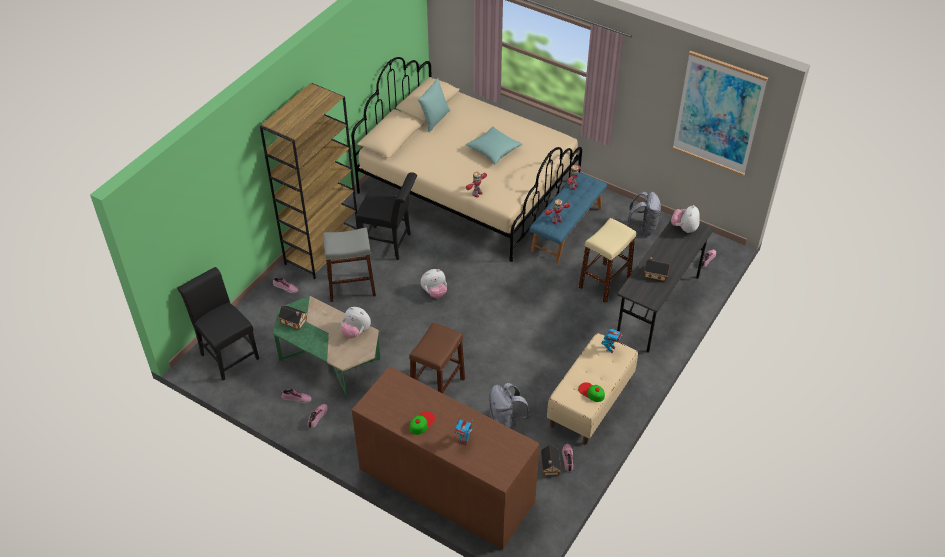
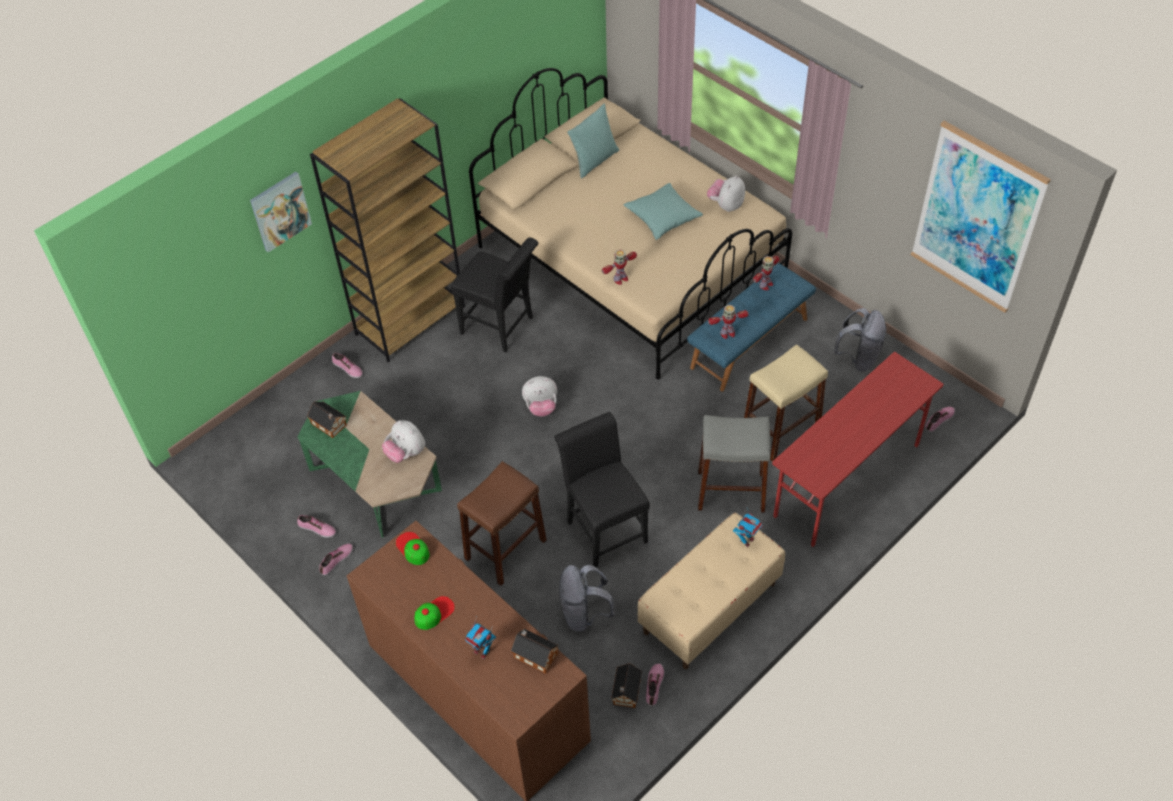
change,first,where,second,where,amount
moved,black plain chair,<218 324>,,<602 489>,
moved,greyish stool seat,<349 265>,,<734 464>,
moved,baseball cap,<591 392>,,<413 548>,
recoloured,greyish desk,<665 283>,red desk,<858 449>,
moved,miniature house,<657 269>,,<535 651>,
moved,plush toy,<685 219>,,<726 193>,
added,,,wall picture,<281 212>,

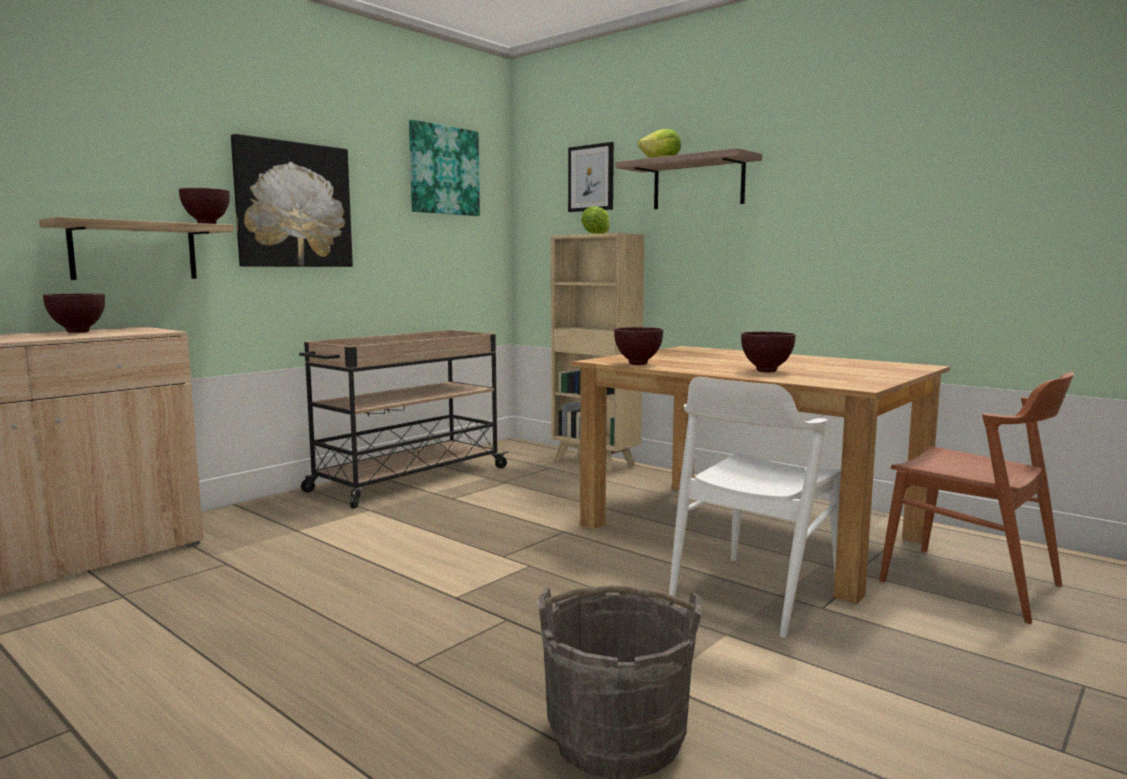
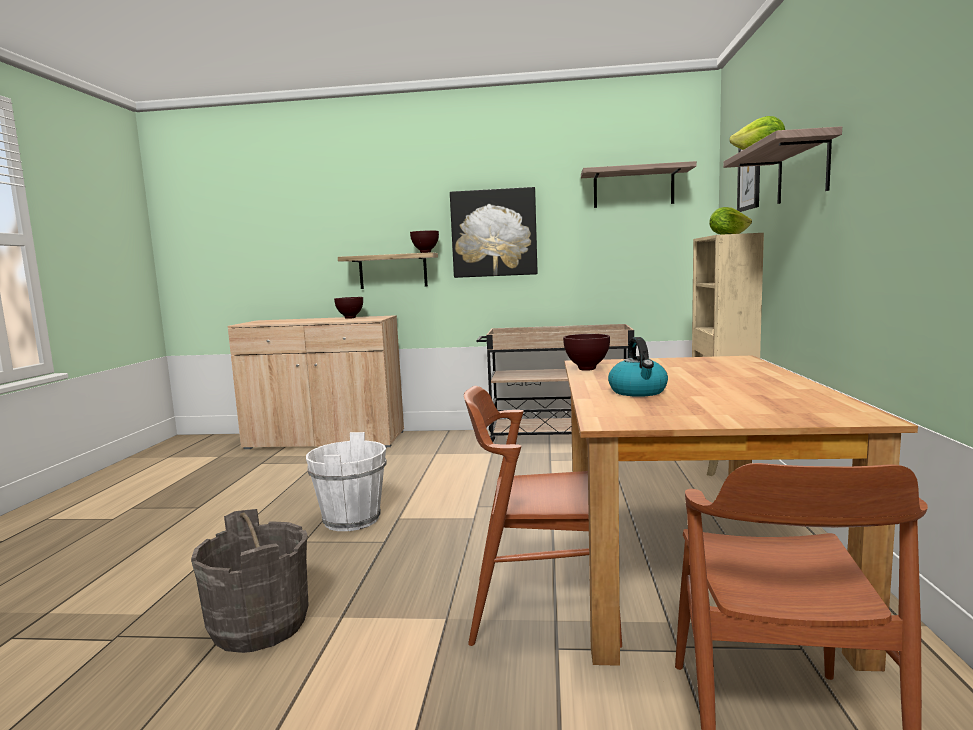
change,first,where,second,where,amount
replaced,wall picture,<444 168>,bracket shelf,<639 184>,
recoloured,whitish plain chair,<755 507>,brownish plain chair,<543 517>,
replaced,brownish deep dish,<768 351>,kettle,<638 367>,
added,,,whitish water bucket,<346 481>,

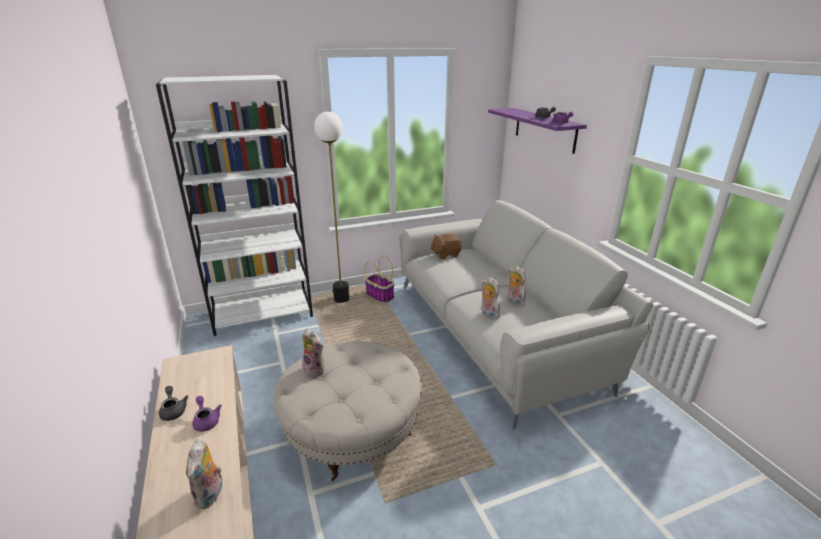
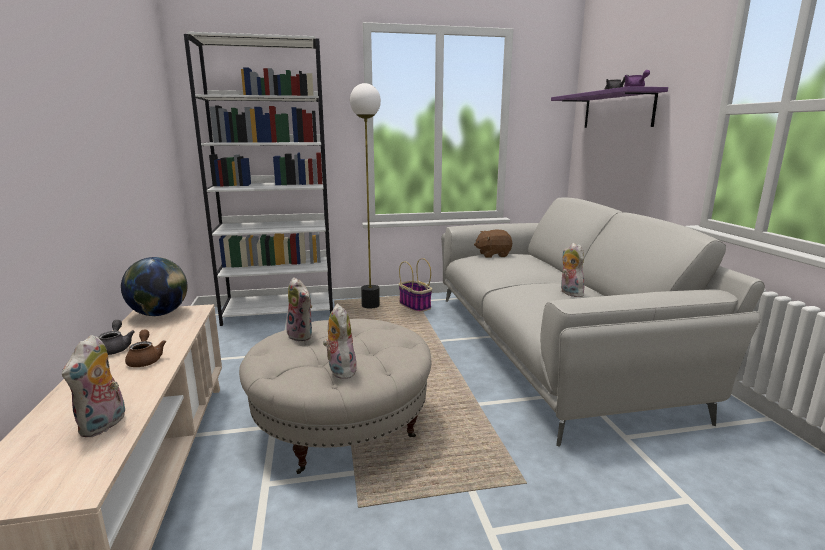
change,first,where,second,where,amount
recoloured,purplish teapot,<207 414>,brownish teapot,<145 348>,
moved,plush toy,<491 298>,,<340 341>,
added,,,desk globe,<154 286>,

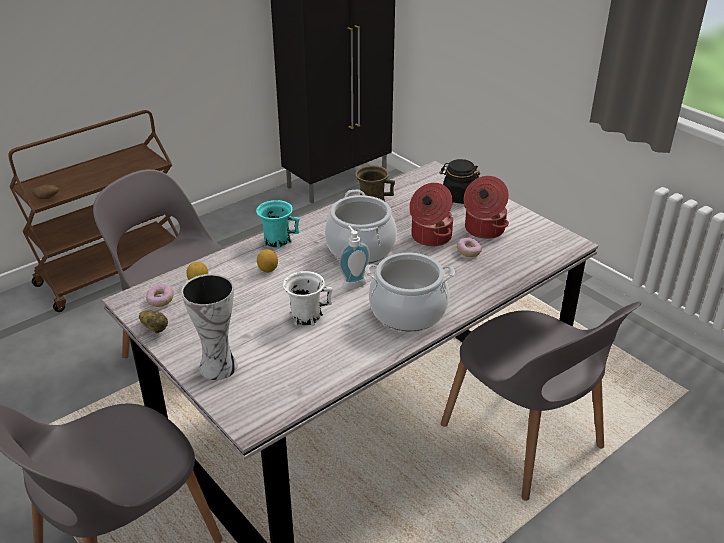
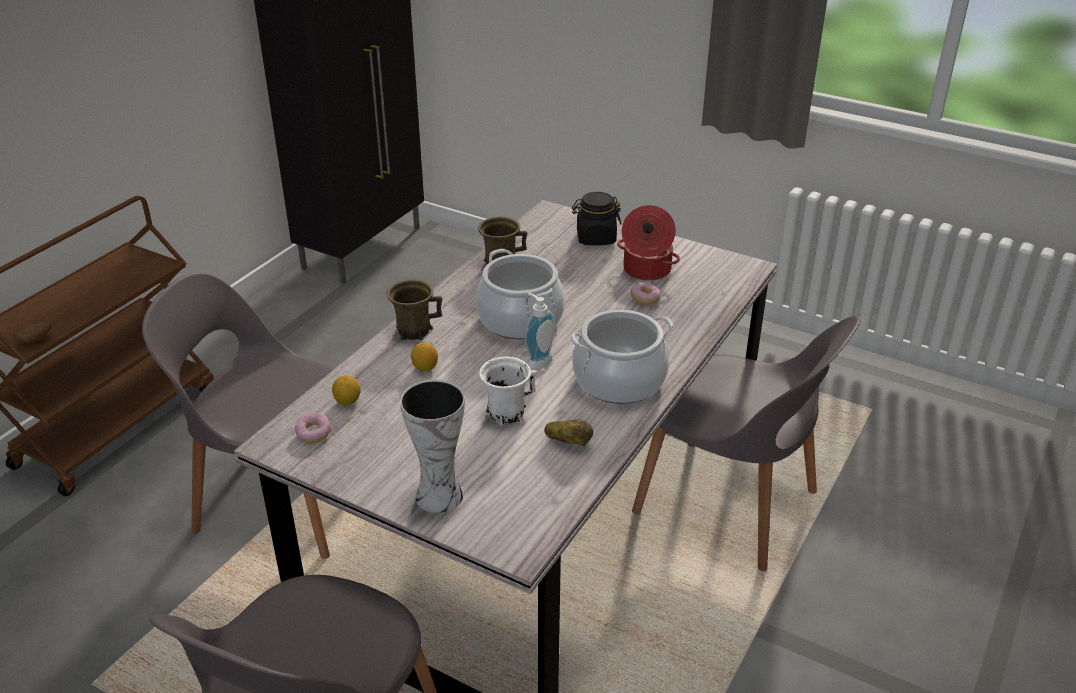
change,first,where,second,where,amount
moved,whole potato,<153 322>,,<568 433>,
recoloured,blue-green tea mug,<277 224>,brownish tea mug,<414 309>,
removed,saucepot,<431 214>,,,

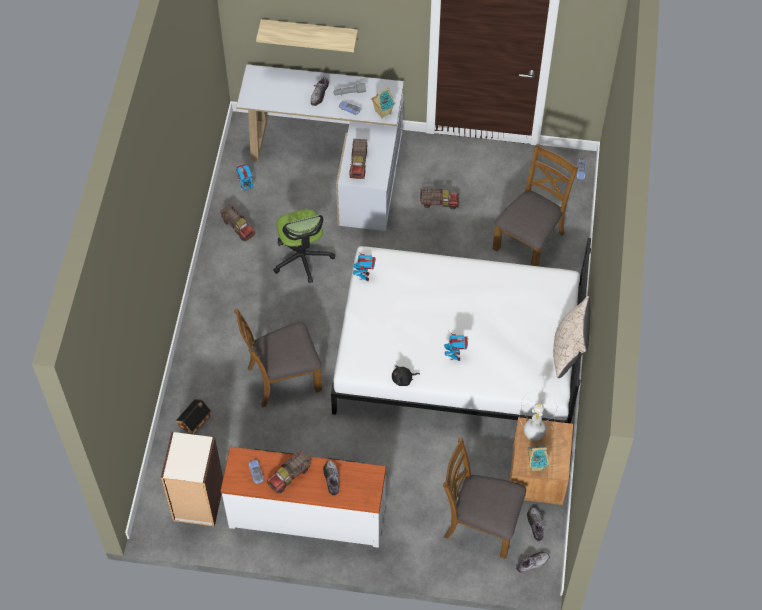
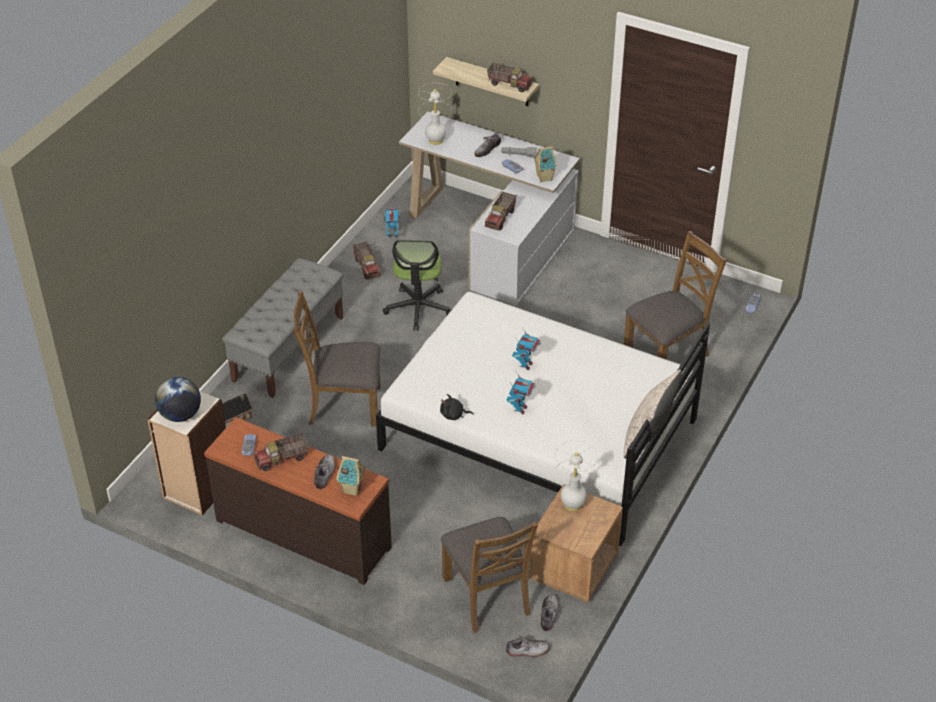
change,first,where,second,where,amount
recoloured,whitish drawer chest,<303 497>,brownish drawer chest,<298 501>,
moved,toy robot,<364 265>,,<526 348>,
moved,toy lorry,<439 198>,,<510 77>,
turned,brownish plain chair,<484 498>,,<489 575>,150 degrees counterclockwise
moved,miniature house,<538 459>,,<351 476>,
added,,,desk globe,<178 399>,
added,,,greyish bench,<282 328>,
added,,,whitish table lamp,<435 114>,

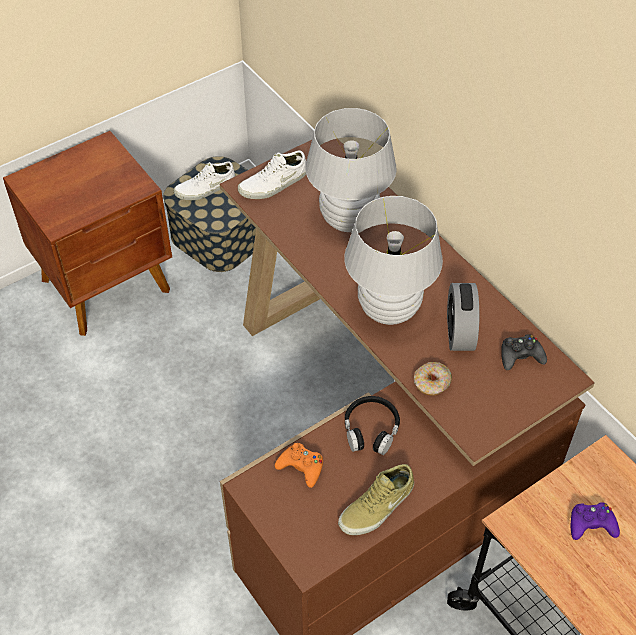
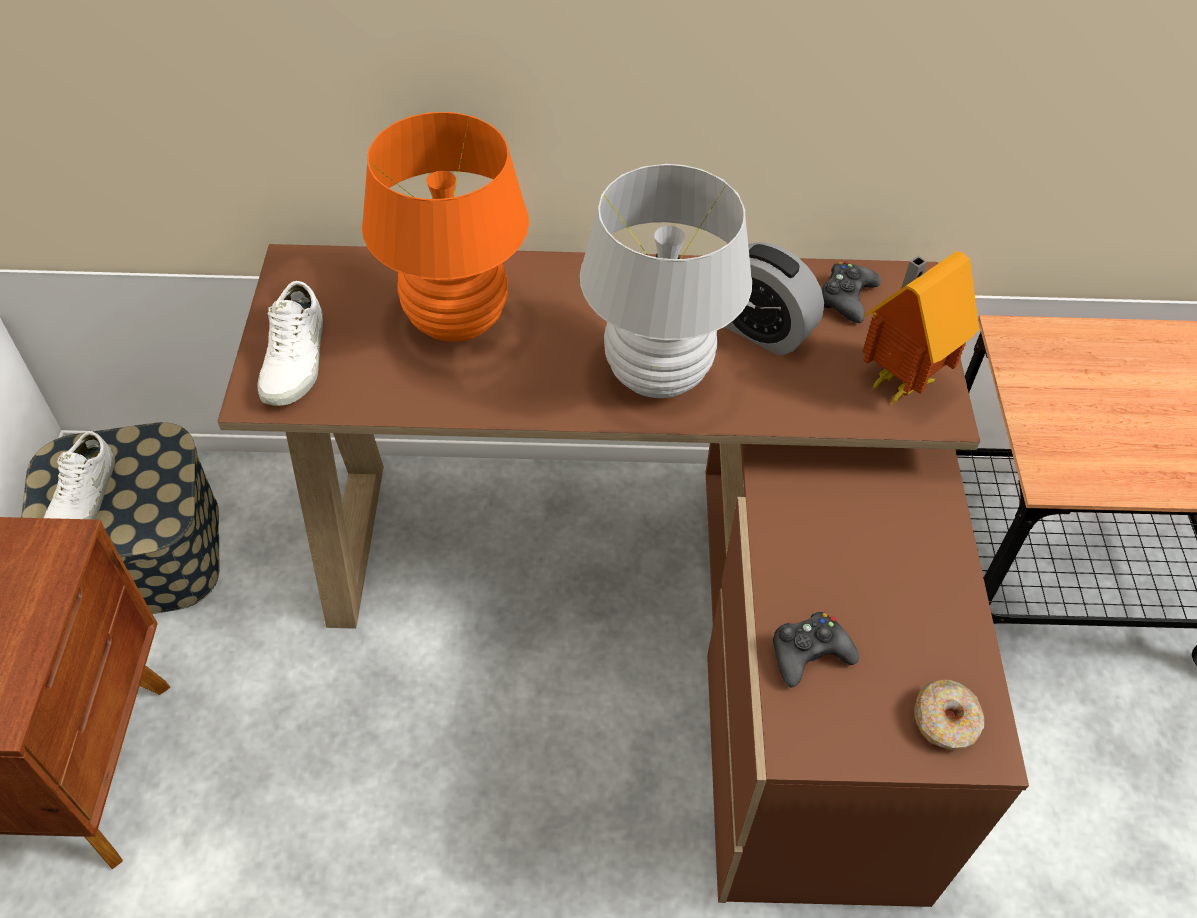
change,first,where,second,where,amount
recoloured,orange-coloured game controller,<299 465>,black game controller,<816 649>,
recoloured,whitish table lamp,<351 170>,orange-coloured table lamp,<445 227>,
removed,beige low shoe,<376 499>,,,
removed,black headphones,<372 425>,,,
moved,doughnut,<433 379>,,<949 715>,
removed,purplish game controller,<595 521>,,,
added,,,miniature house,<921 328>,

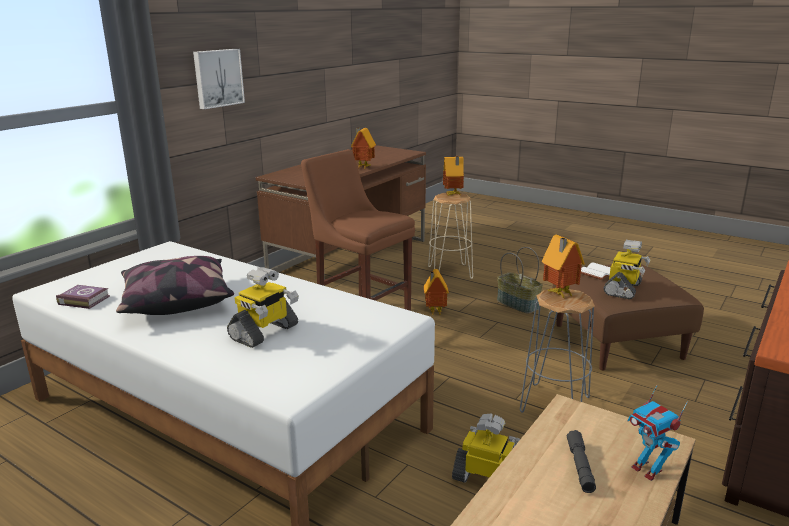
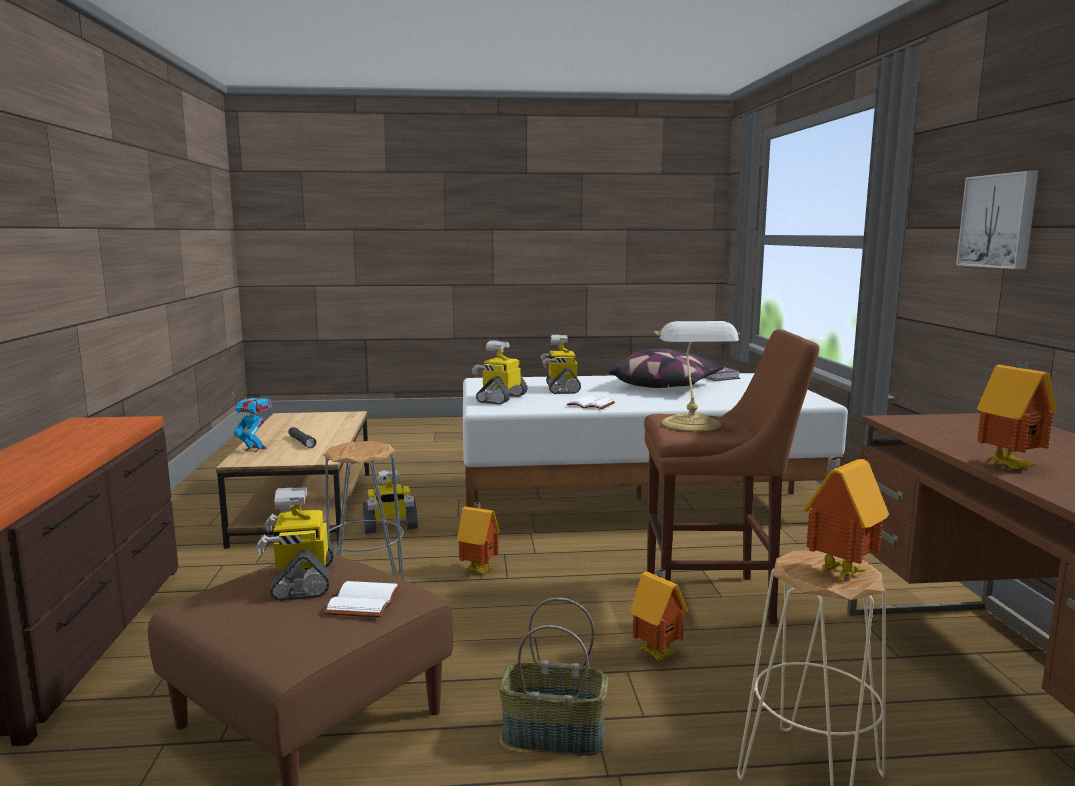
change,first,where,second,where,amount
moved,miniature house,<563 267>,,<478 538>,
added,,,toy robot,<500 372>,
added,,,whitish bound book,<590 402>,
added,,,table lamp,<697 376>,

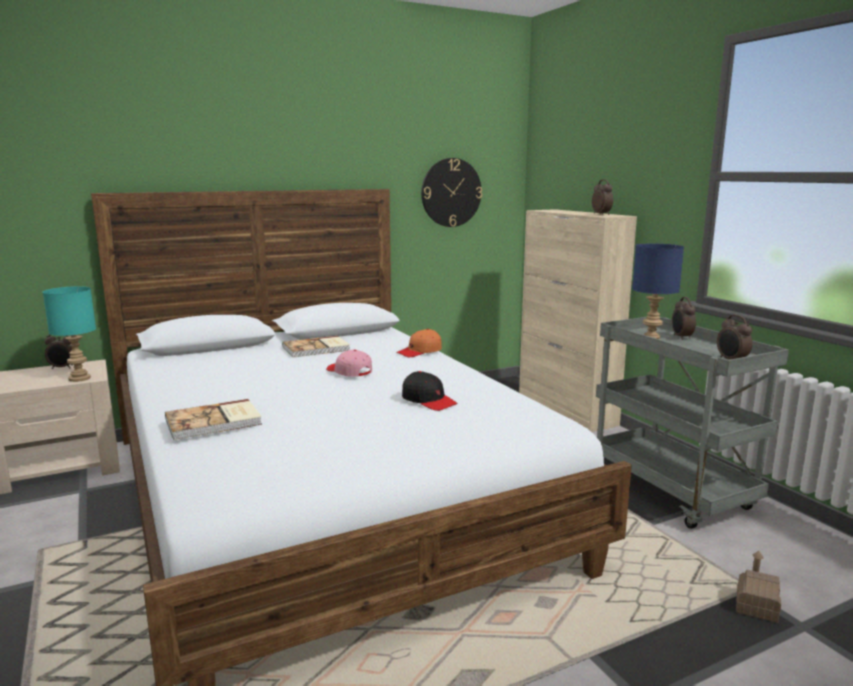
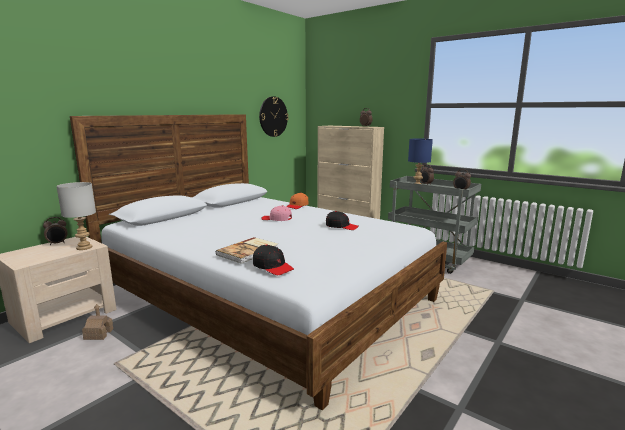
change,first,where,second,where,amount
recoloured,blue-green table lamp,<69 334>,greyish table lamp,<76 216>,
removed,bound book,<316 347>,,,
moved,miniature house,<758 587>,,<97 322>,
added,,,black baseball cap,<273 259>,

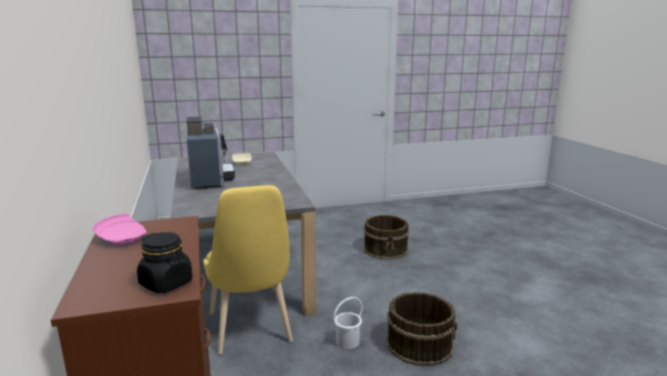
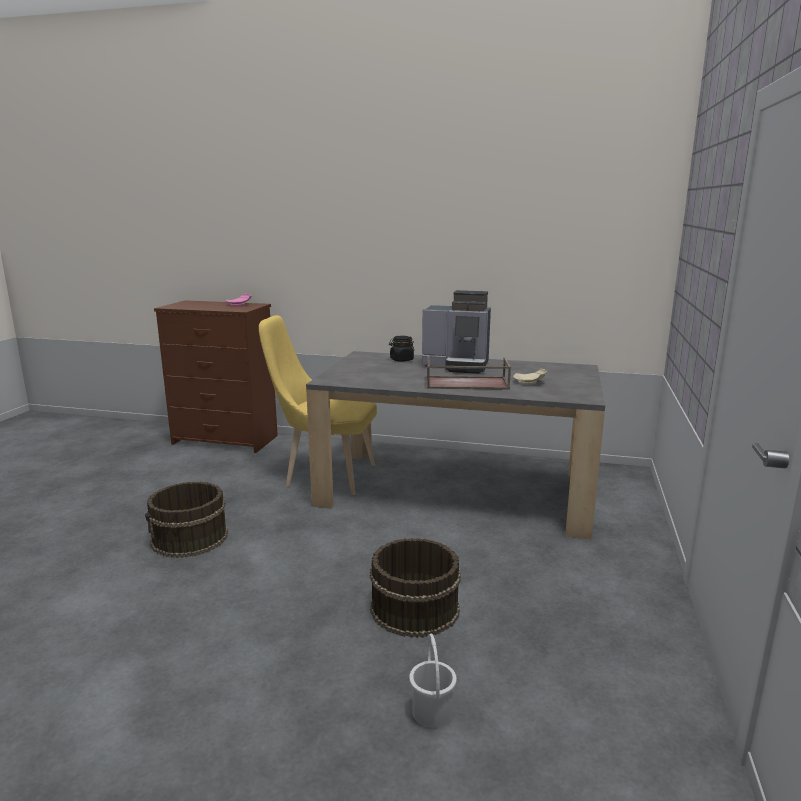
change,first,where,second,where,amount
moved,black preserve jar,<165 262>,,<401 349>,
moved,whitish water bucket,<348 323>,,<433 681>,
added,,,brownish carrying tray,<469 373>,

